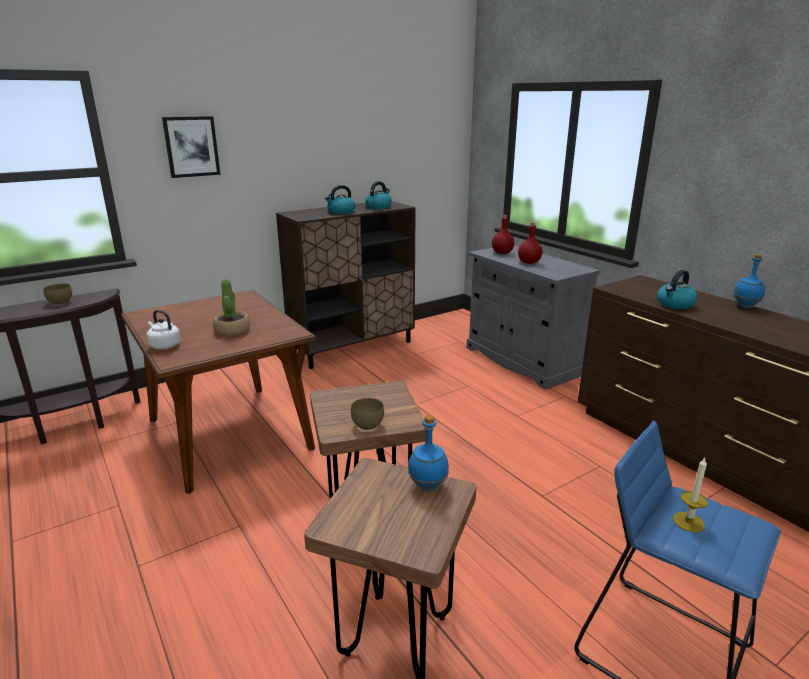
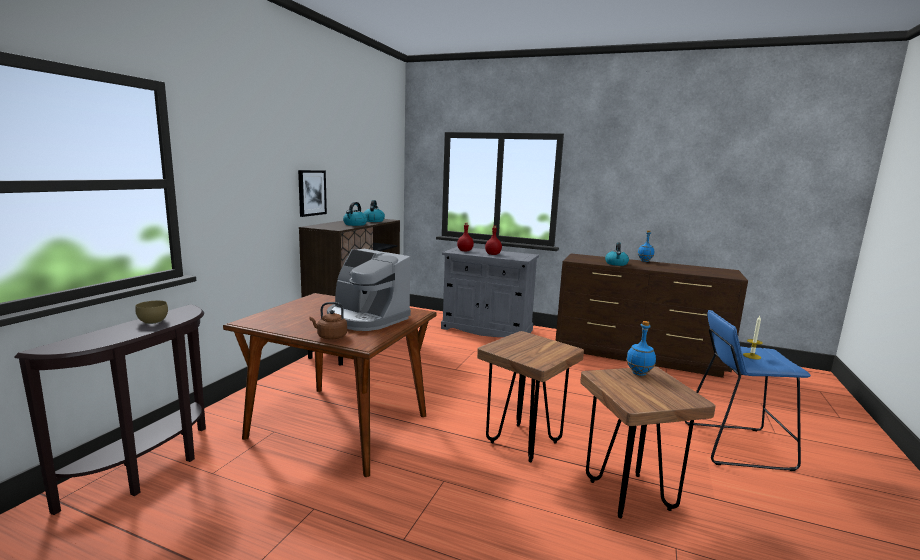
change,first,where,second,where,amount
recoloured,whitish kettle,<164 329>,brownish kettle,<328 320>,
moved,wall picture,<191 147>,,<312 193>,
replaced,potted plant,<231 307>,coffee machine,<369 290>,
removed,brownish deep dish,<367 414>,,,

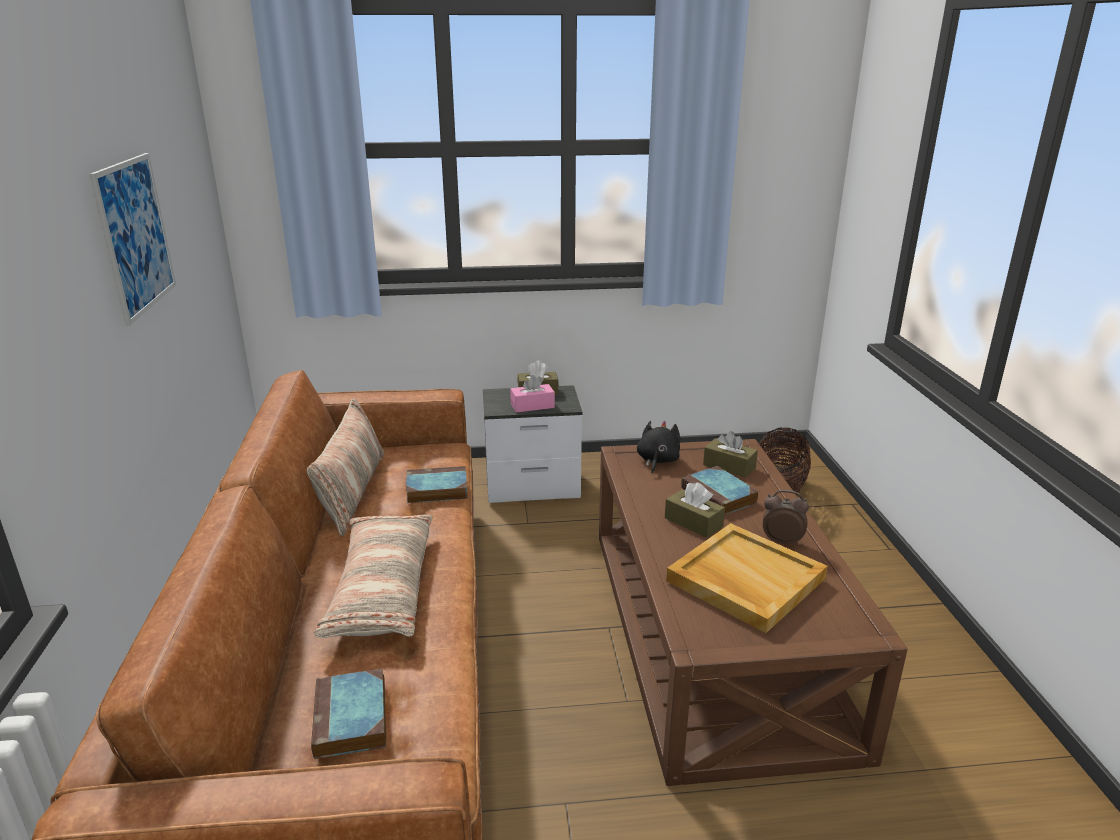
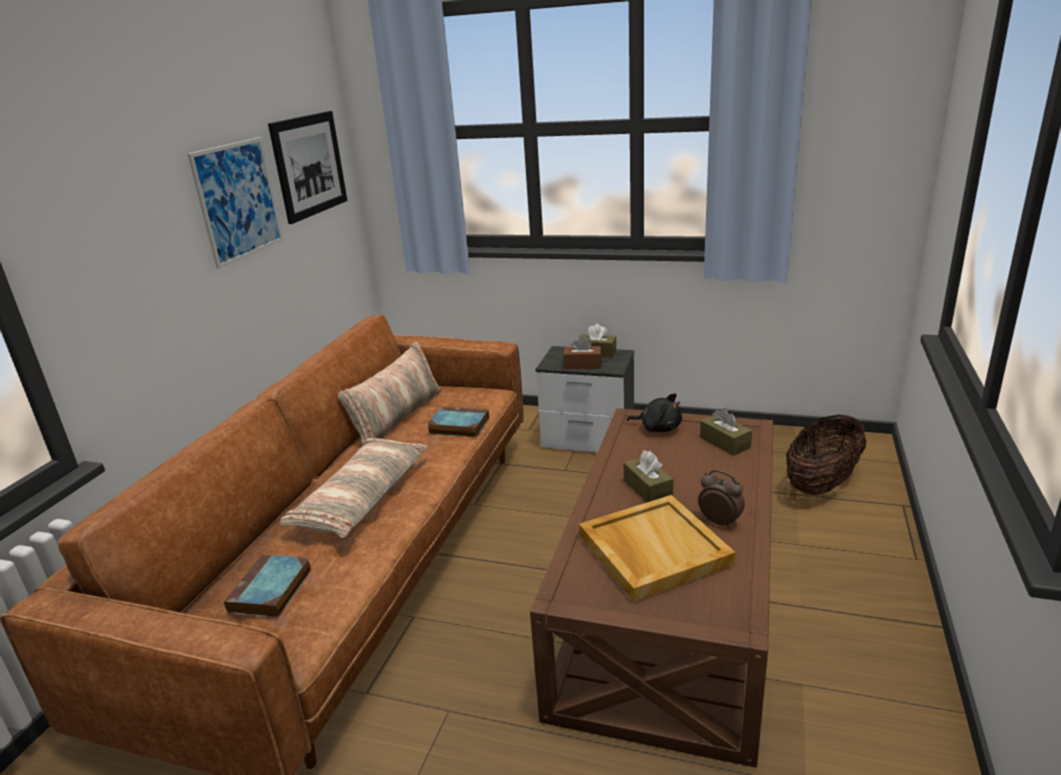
change,first,where,second,where,amount
recoloured,pink tissue holder,<532 394>,brownish tissue holder,<582 352>,
turned,black plush toy,<658 447>,,<654 412>,75 degrees clockwise
removed,bound book,<720 490>,,,
added,,,wall picture,<307 167>,

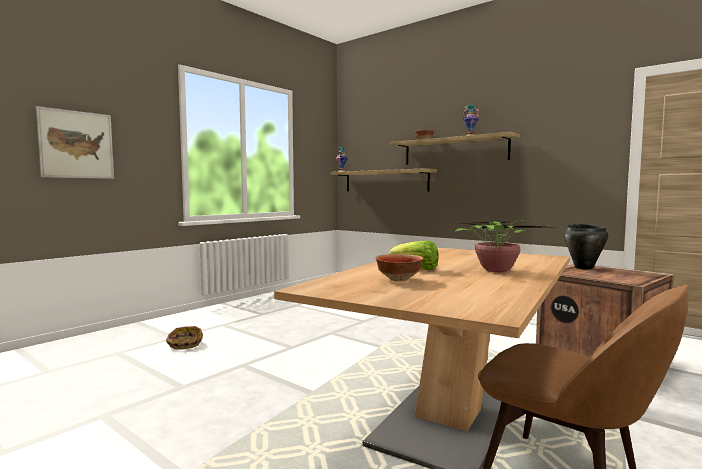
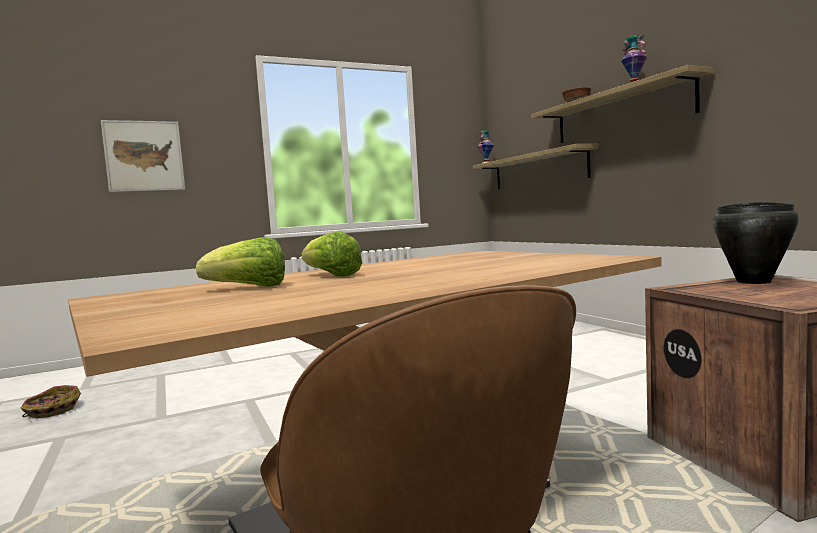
change,first,where,second,where,amount
moved,household basket,<184 338>,,<50 401>,
replaced,deep dish,<399 268>,lettuce head,<240 262>,
removed,potted plant,<497 246>,,,

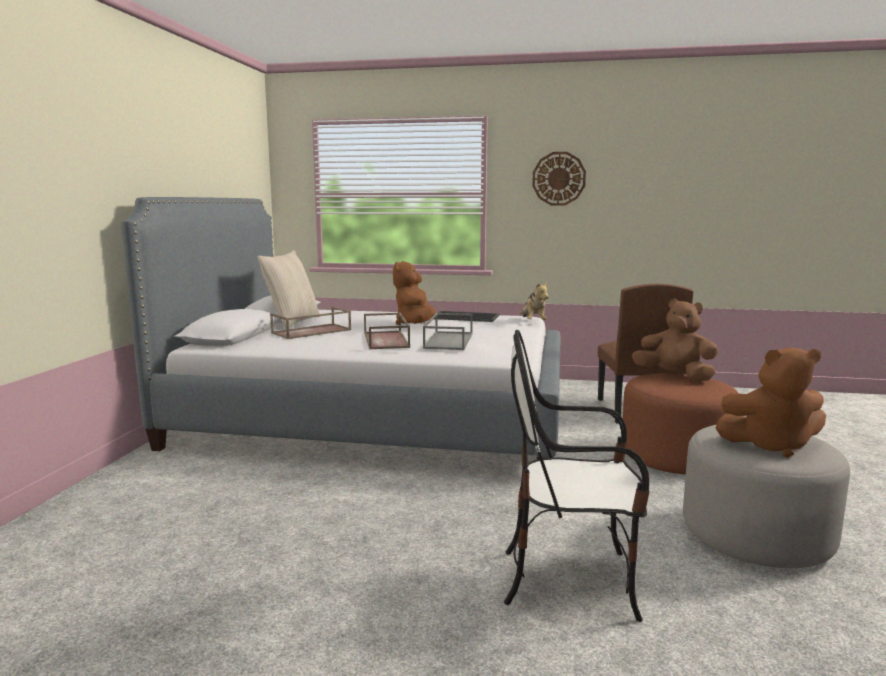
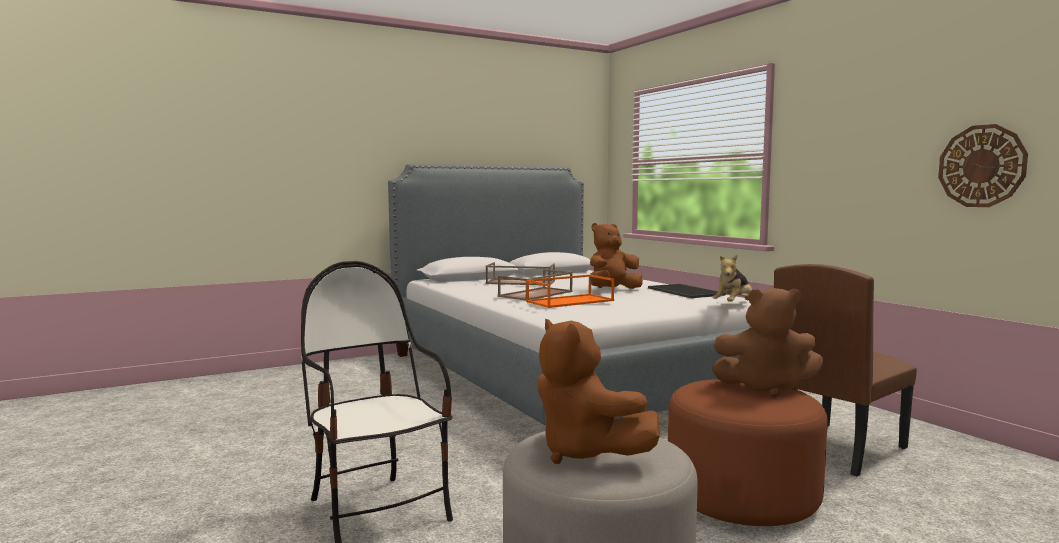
change,first,where,second,where,amount
removed,beige pillow,<288 289>,,,
recoloured,greyish carrying tray,<448 331>,orange-coloured carrying tray,<570 291>,
moved,clock on the wall,<559 179>,,<983 165>,
turned,brownish plush toy,<675 339>,,<767 342>,105 degrees clockwise

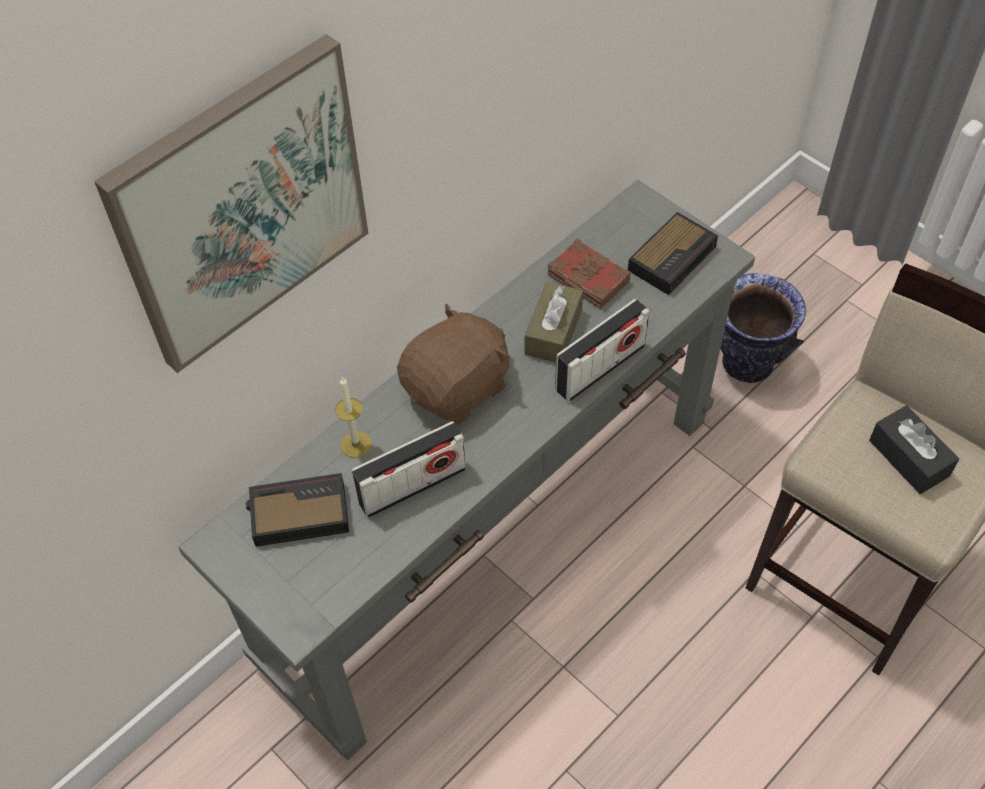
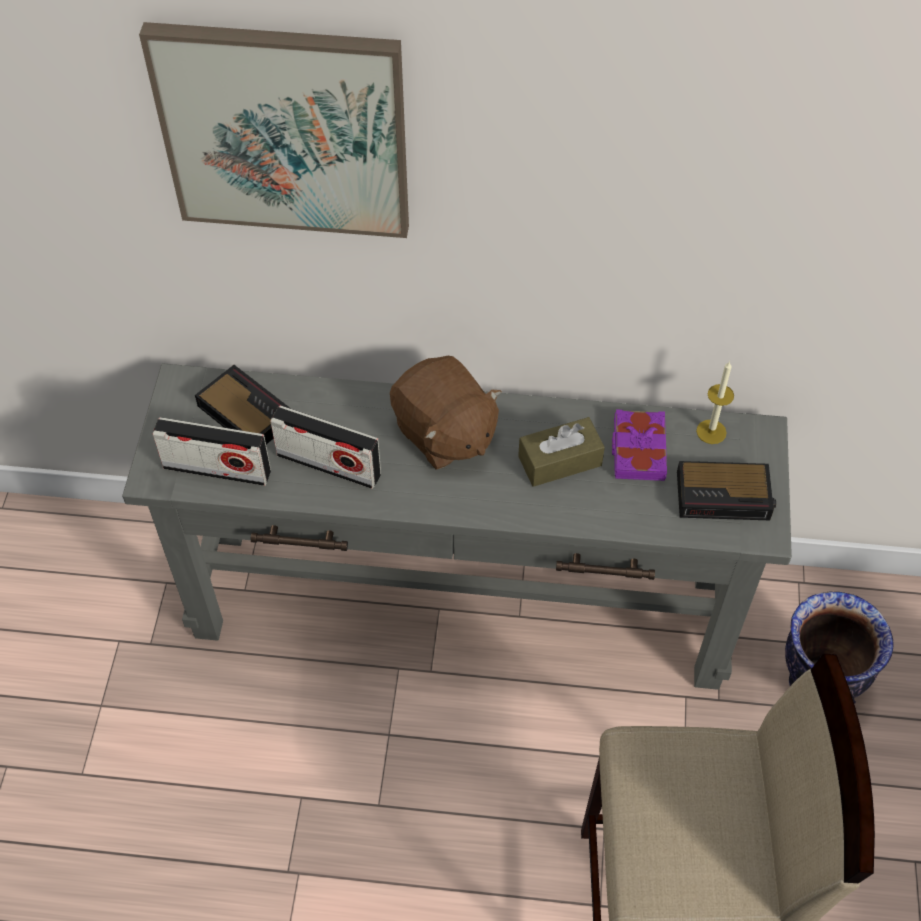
change,first,where,second,where,amount
moved,wax light,<353 417>,,<715 402>,
turned,brownish plush toy,<454 363>,,<446 413>,45 degrees clockwise
recoloured,brownish bound book,<589 273>,purplish bound book,<639 445>,
moved,radio set,<602 350>,,<212 451>,
removed,black tissue holder,<914 449>,,,

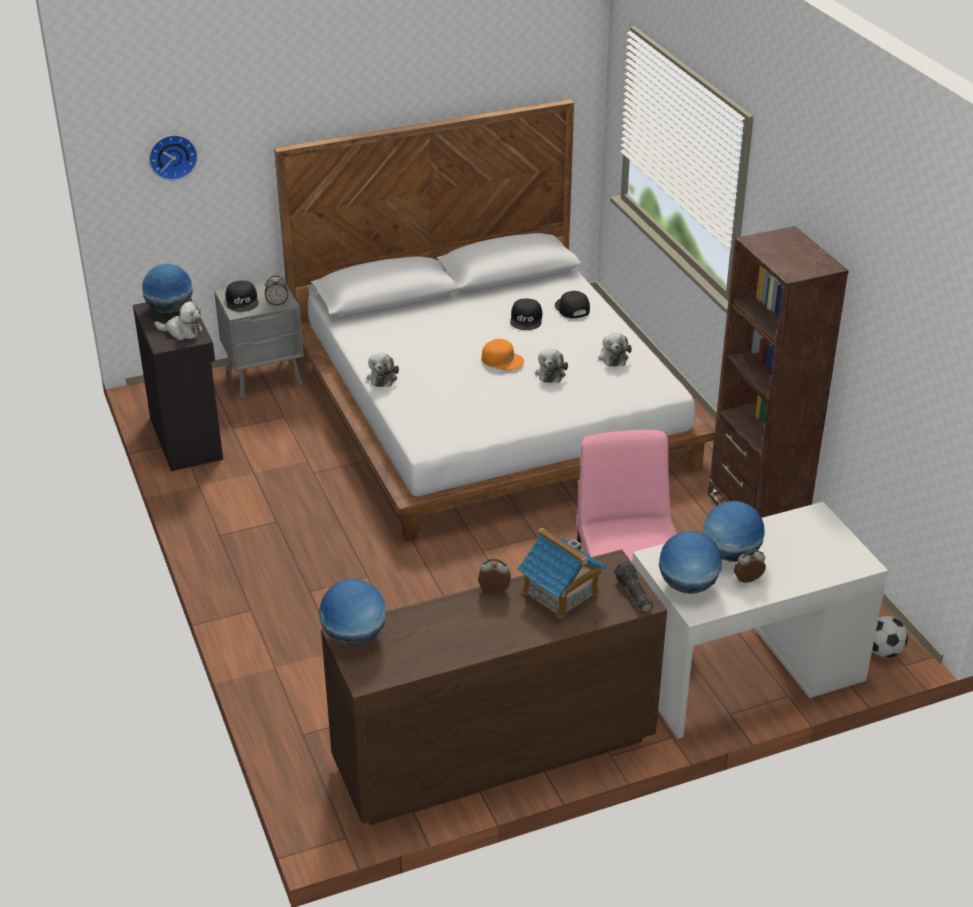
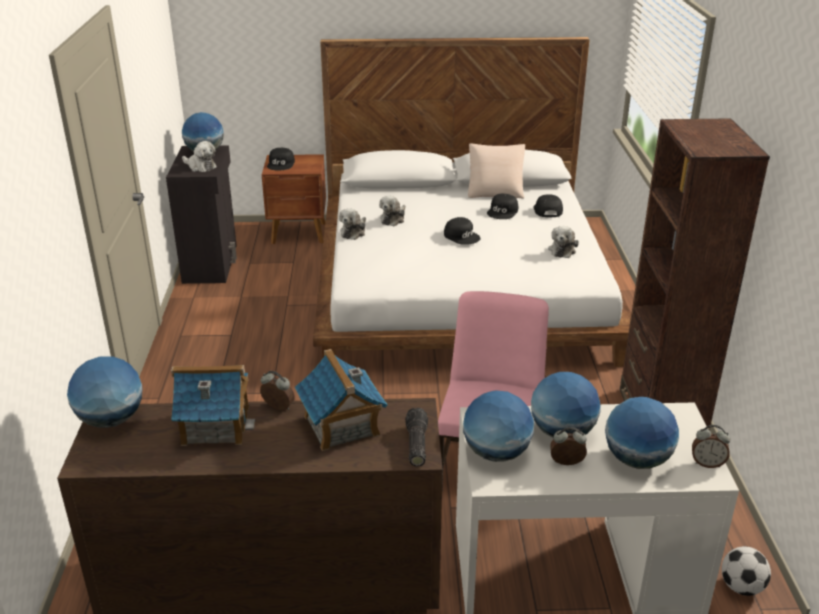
change,first,where,second,where,amount
removed,clock on the wall,<173 158>,,,
recoloured,greyish night table,<259 338>,brownish night table,<294 199>,
moved,table clock,<276 290>,,<711 446>,
recoloured,orange-coloured baseball cap,<503 354>,black baseball cap,<462 231>,
moved,plush toy,<551 366>,,<392 211>,
added,,,miniature house,<213 405>,
added,,,beige pillow,<496 171>,
added,,,desk globe,<642 433>,

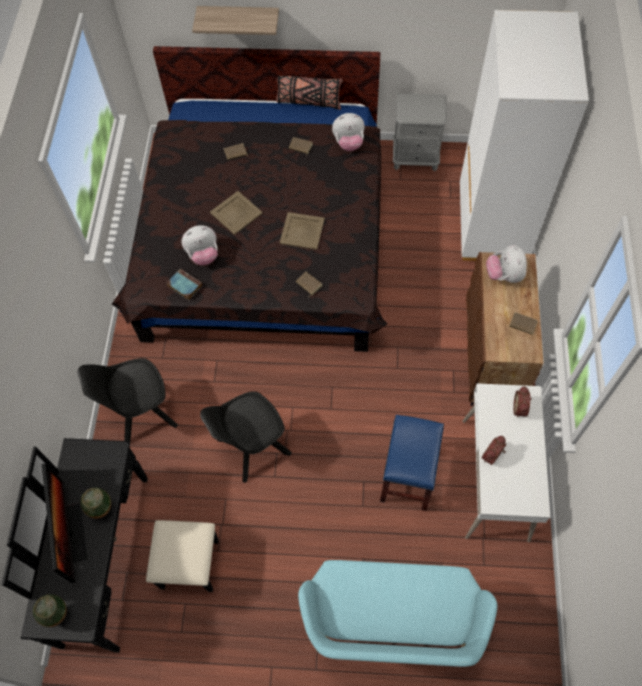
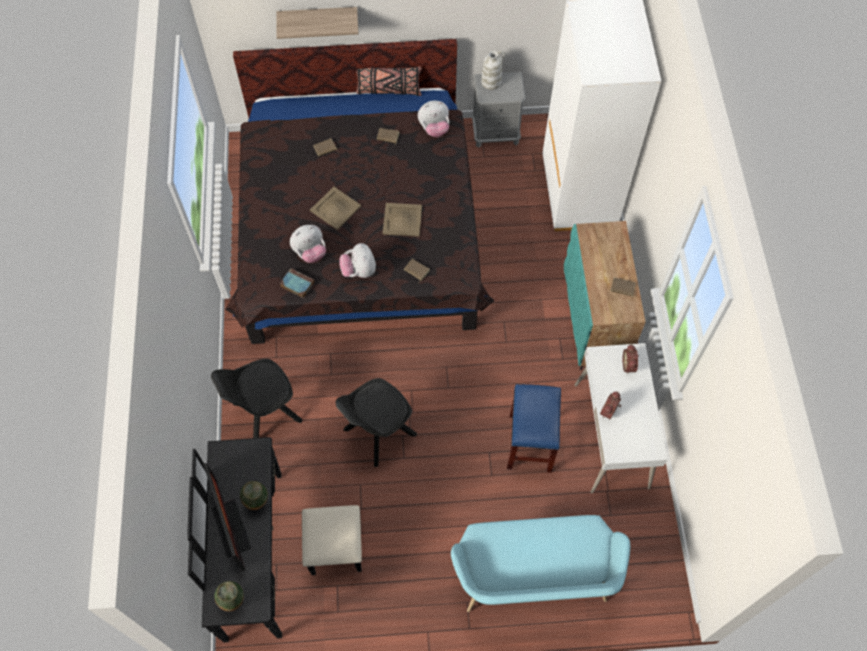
change,first,where,second,where,amount
recoloured,brownish cupboard,<505 329>,blue-green cupboard,<604 295>,
moved,plush toy,<506 264>,,<357 260>,
added,,,whitish flower vase,<493 70>,

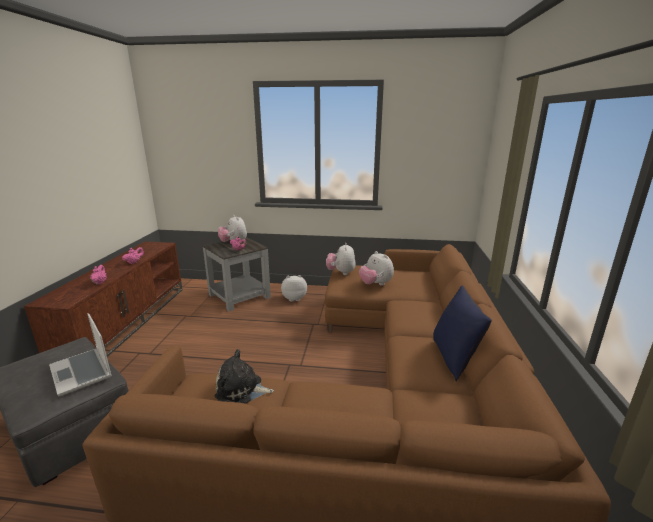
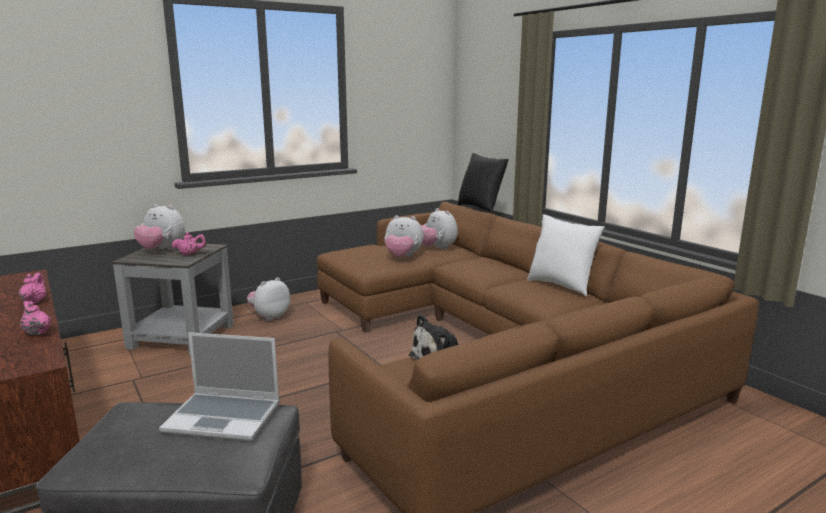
change,first,where,second,where,amount
moved,plush toy,<341 259>,,<439 228>,
recoloured,bluish pillow,<462 333>,whitish pillow,<566 255>,
added,,,black pillow,<483 183>,

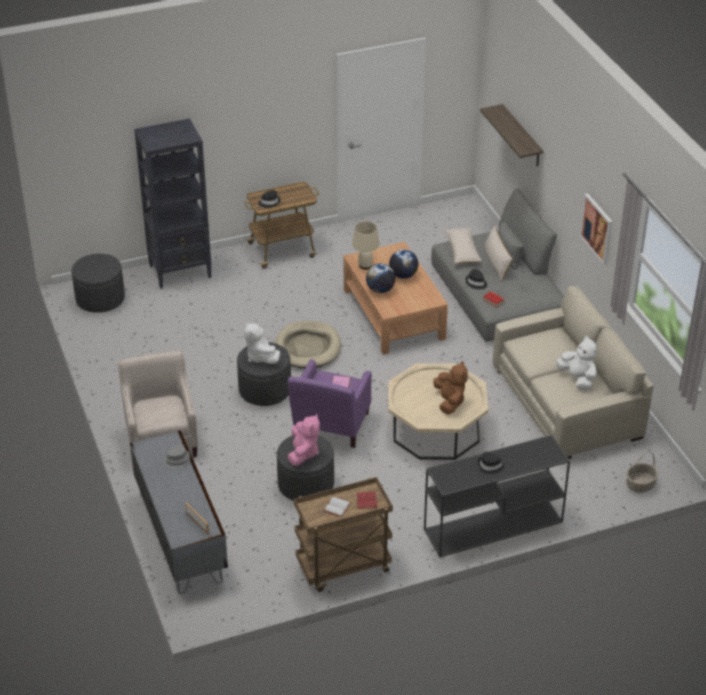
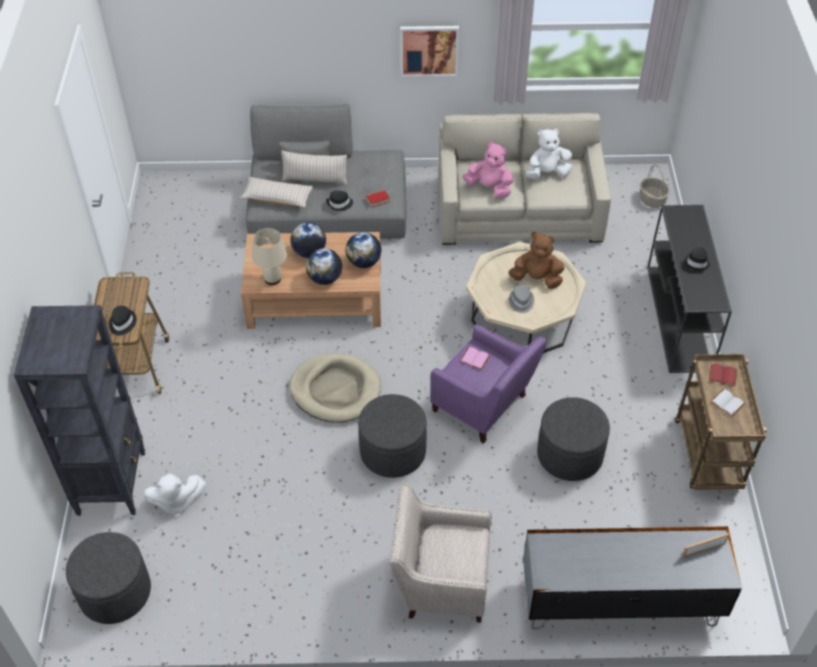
change,first,where,second,where,amount
moved,greyish clothing hat,<176 456>,,<521 299>,
moved,whitish plush toy,<262 342>,,<175 495>,
moved,pink plush toy,<304 439>,,<488 170>,
removed,bracket shelf,<512 135>,,,
added,,,desk globe,<363 250>,

